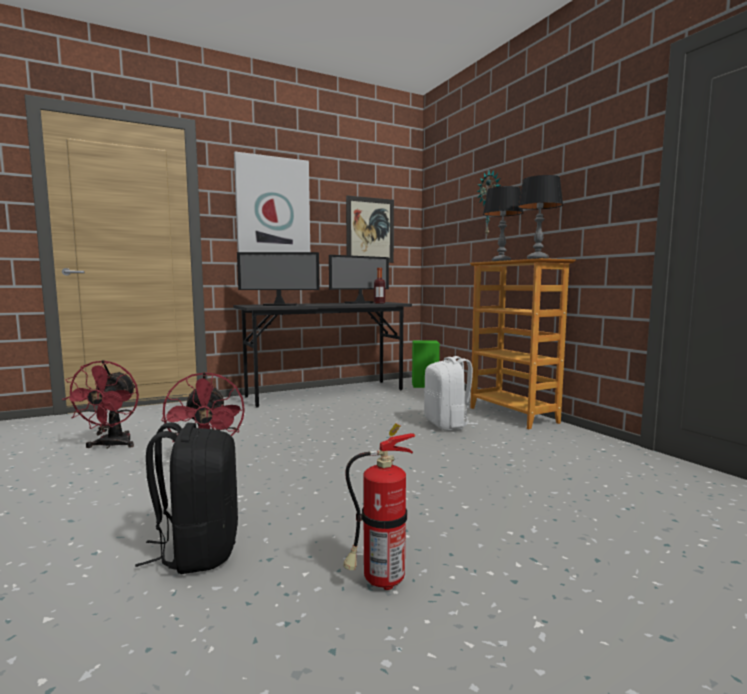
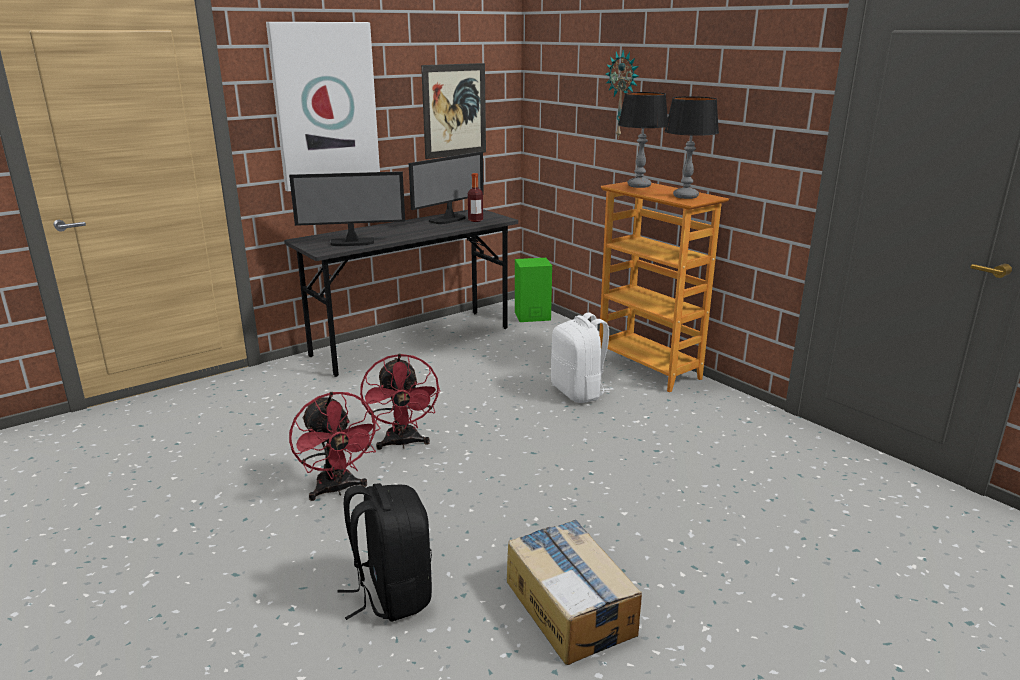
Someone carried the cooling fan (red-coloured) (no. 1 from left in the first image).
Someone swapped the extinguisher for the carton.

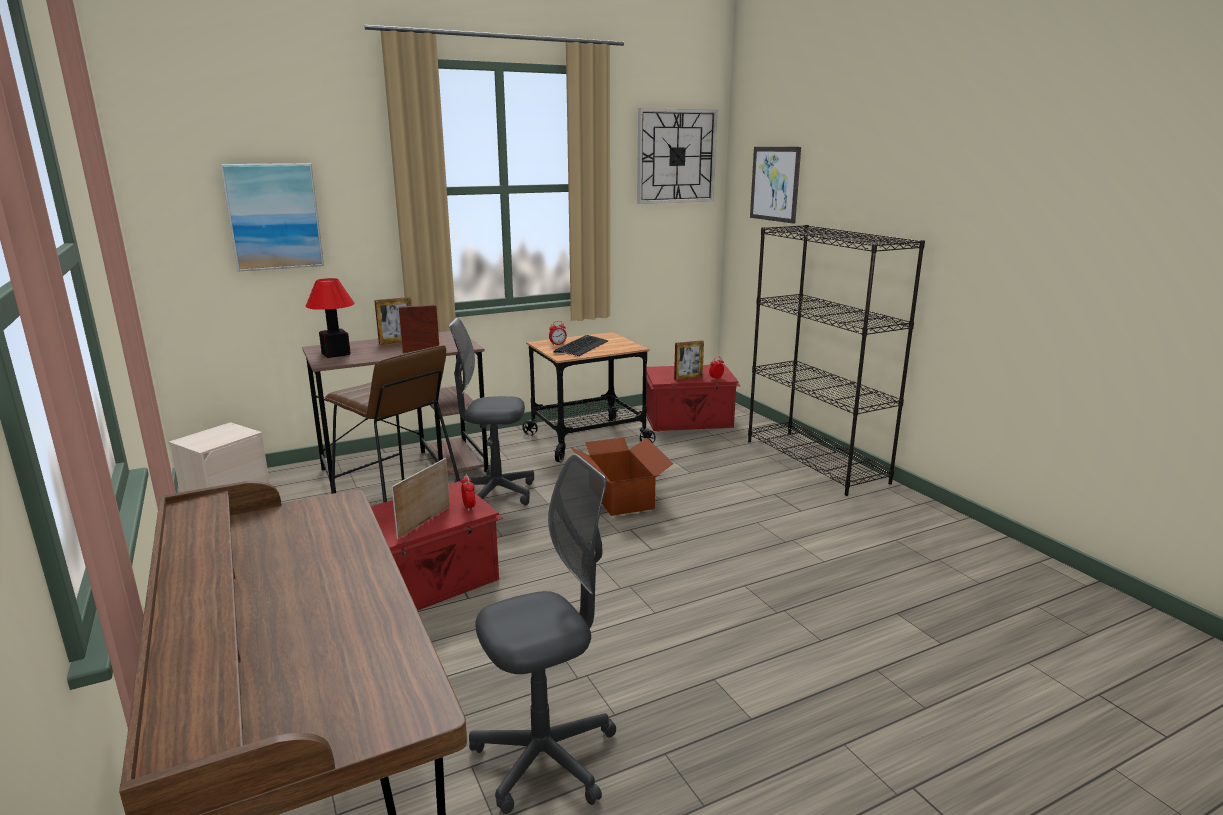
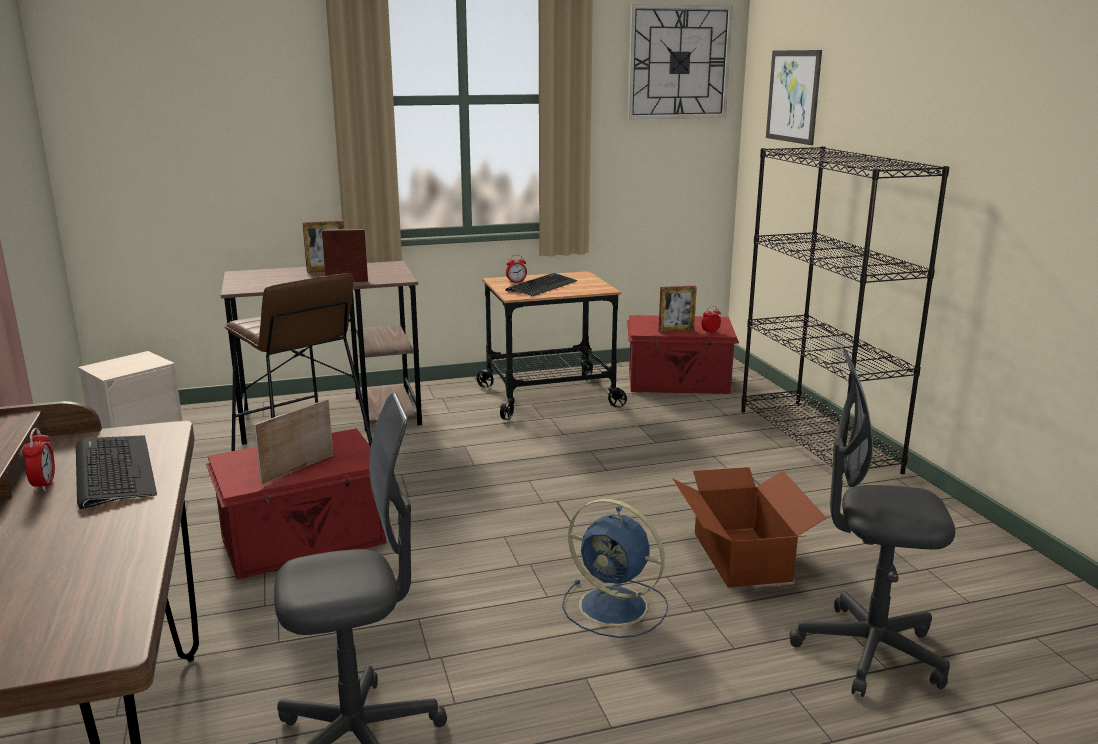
Someone took away the wall art (no. 1 from left).
Someone took away the table lamp.
Someone put down the computer keyboard (no. 1 from left).
Someone put down the cooling fan (bluish).
Someone carried the office chair (grey) (no. 1 from left in the first image).
Someone carried the table clock (no. 1 from left).
Someone carried the carton.

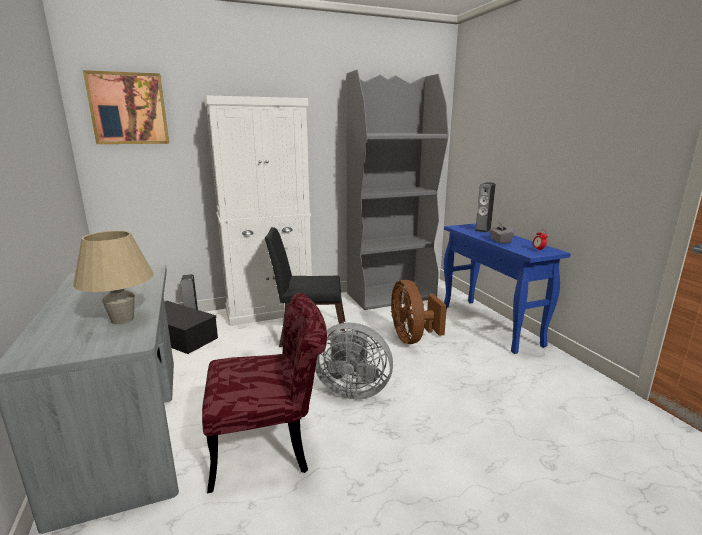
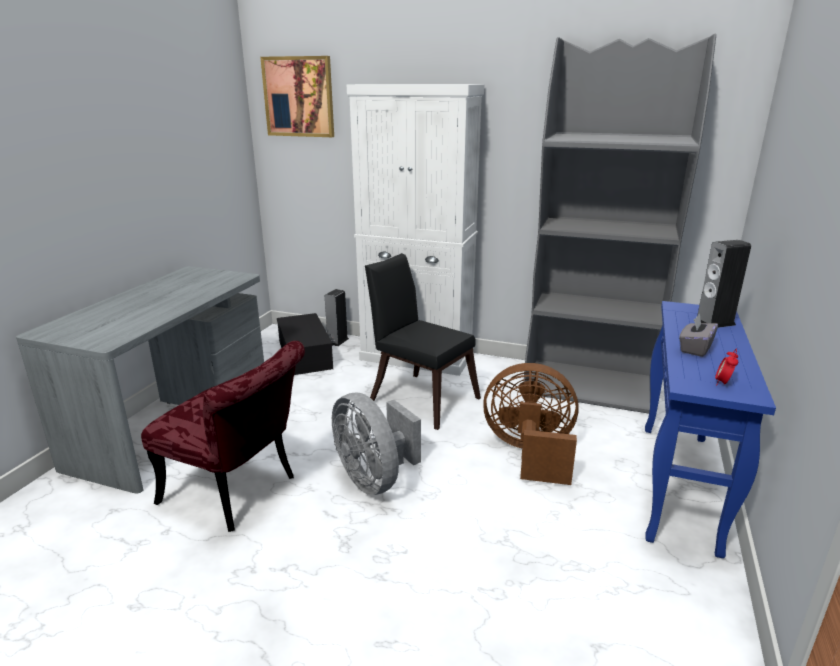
Someone took away the table lamp (beige).
Someone rotated the cooling fan (brown) by 75 degrees clockwise.

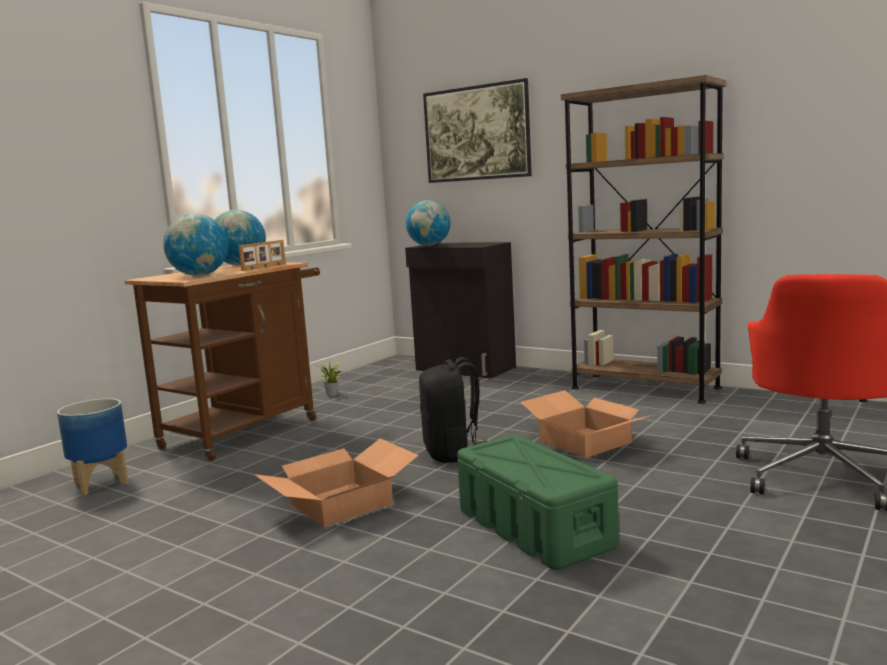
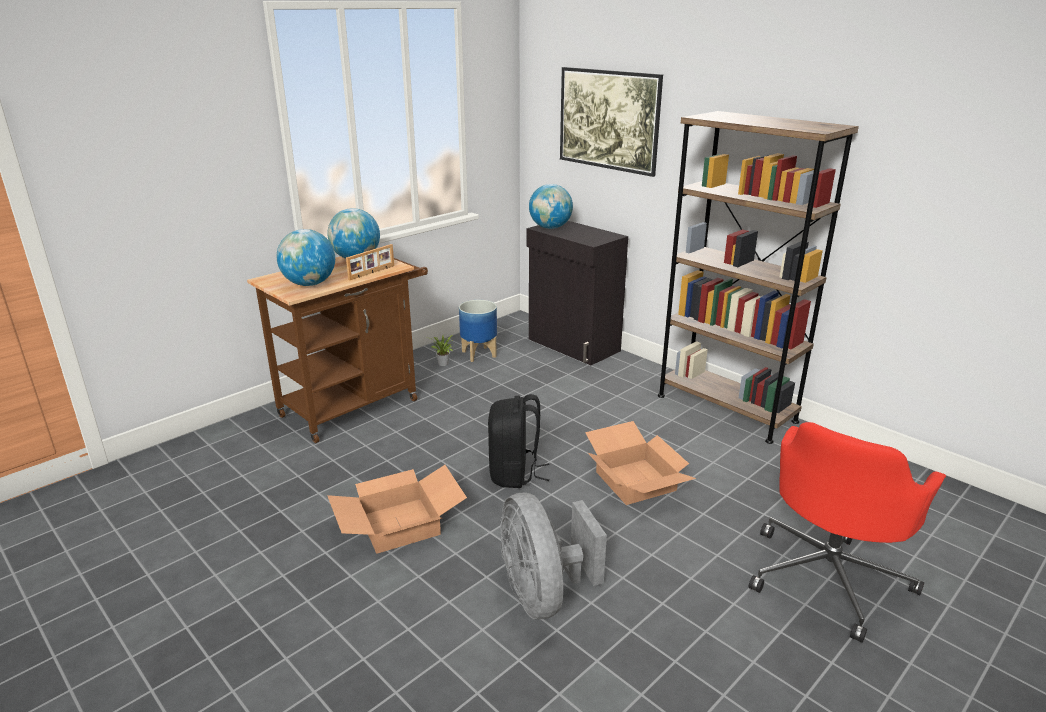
Someone carried the planter.
Someone swapped the storage container (green-coloured) for the cooling fan (grey).

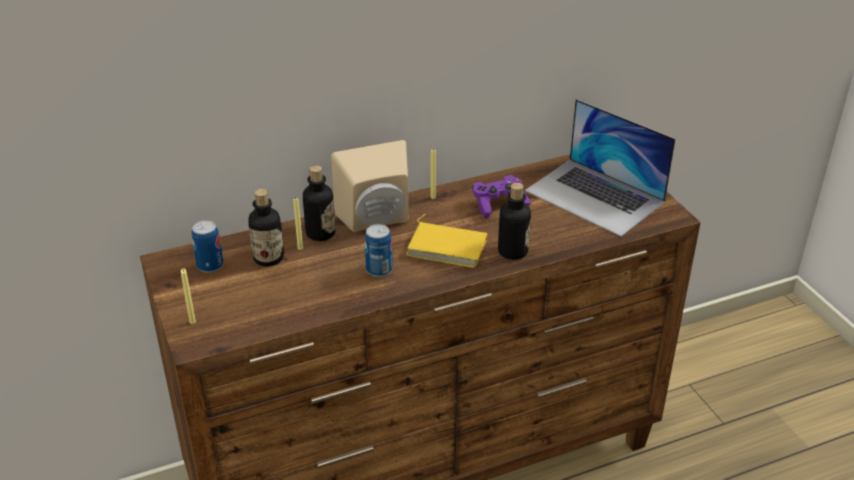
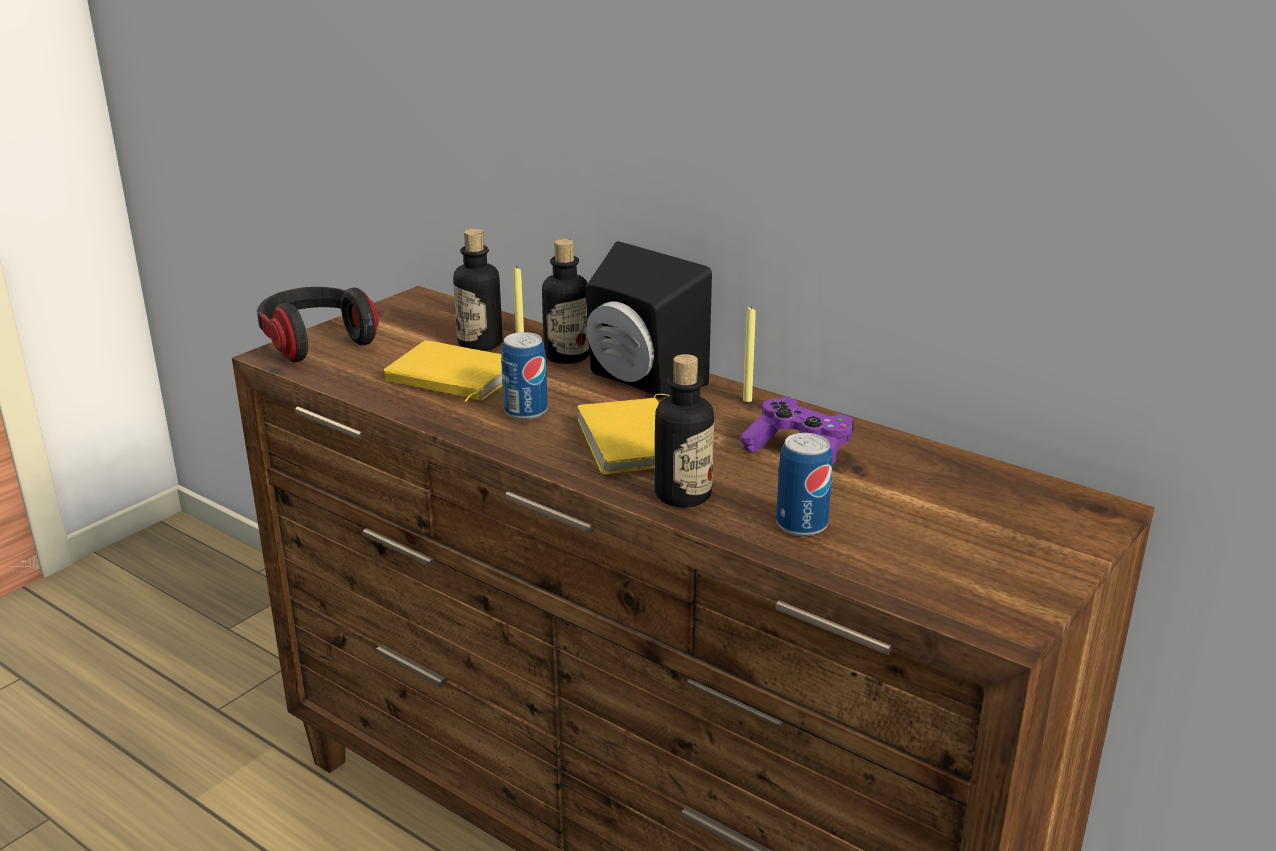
Someone took away the notebook computer.
Someone put down the book (yellow-coloured) (no. 1 from left).
Someone carried the metal can (no. 1 from left in the first image).
Someone swapped the wax candle (yellow-coloured) (no. 1 from left) for the pair of headphones.
Someone repainted the audio speaker (beige), which became the audio speaker (blackish).

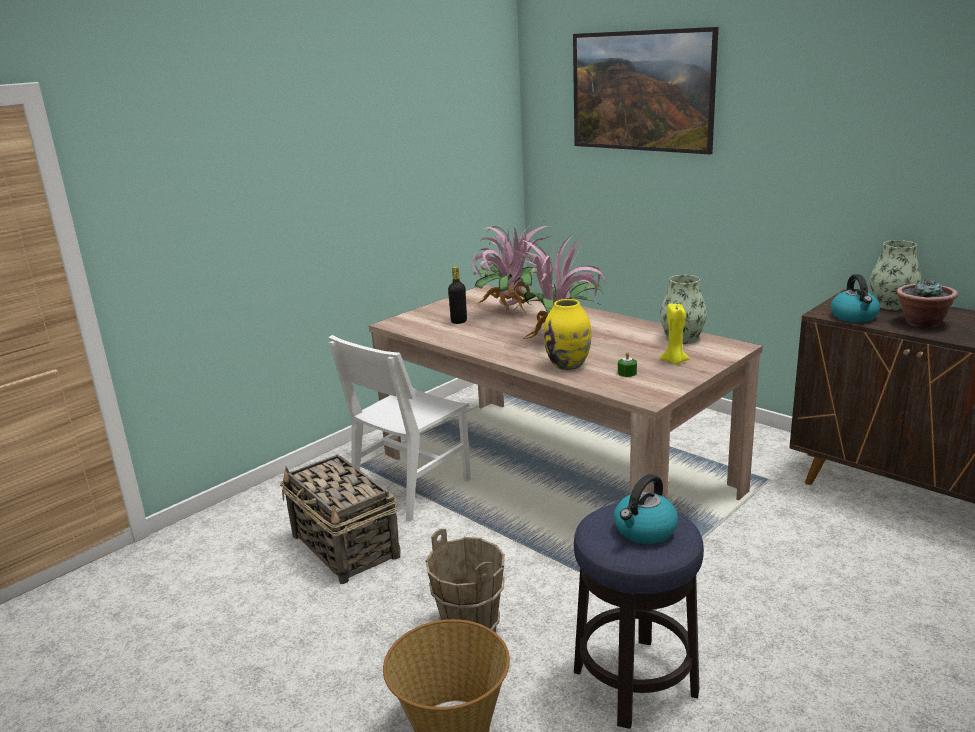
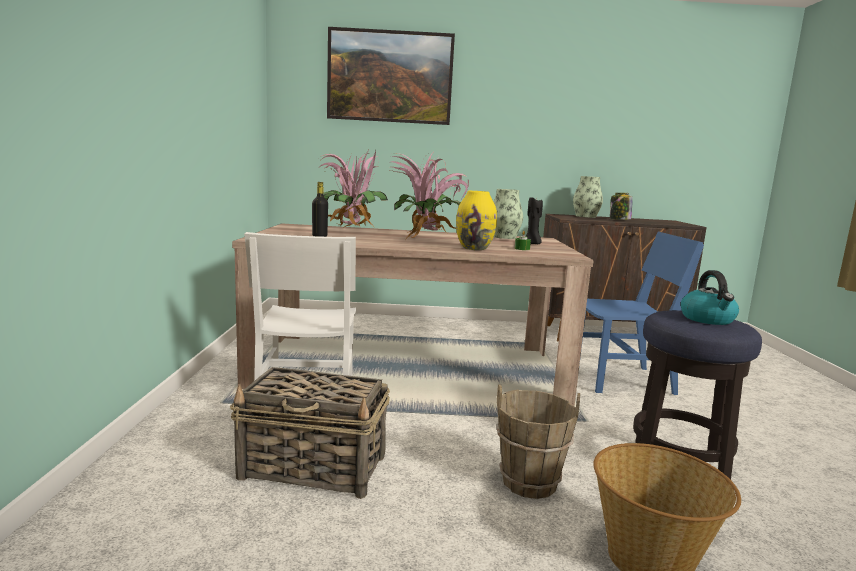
Someone took away the water kettle (no. 2 from left).
Someone put down the chair (bluish).
Someone swapped the plant in a pot (no. 3 from left) for the jar.
Someone repainted the wax candle (yellow-coloured), which became the wax candle (blackish).

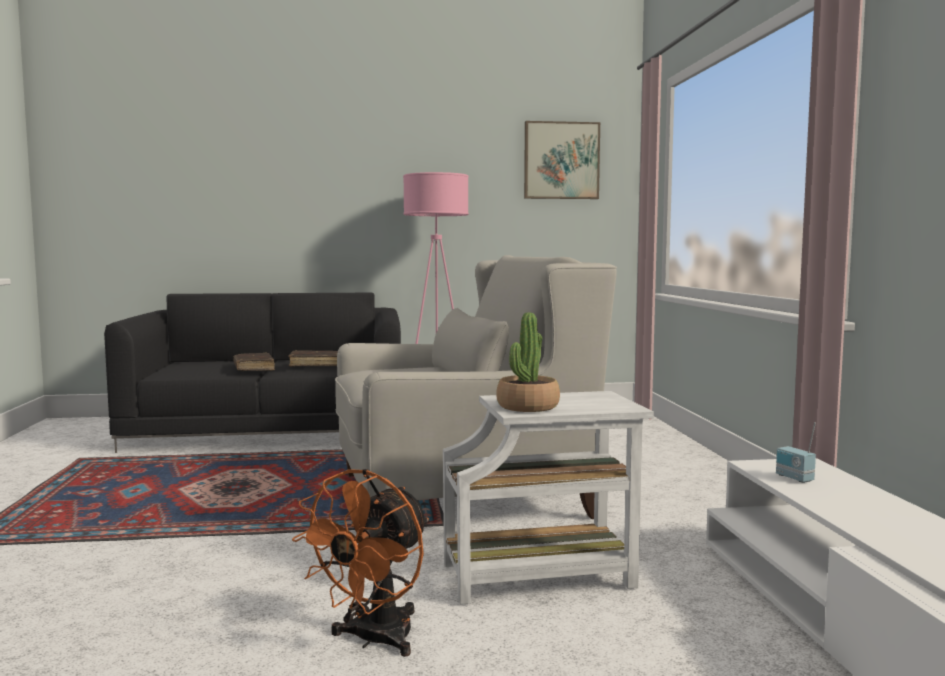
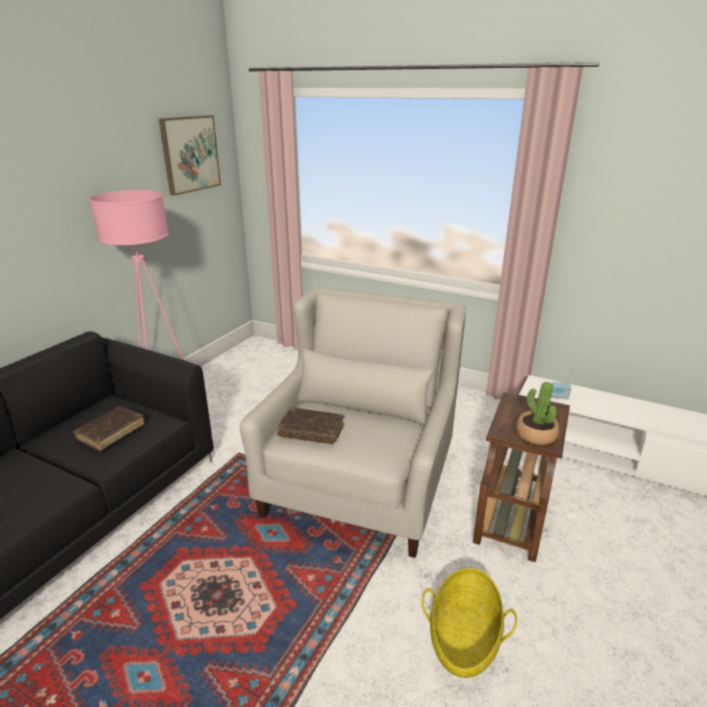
Someone took away the cooling fan (orange-coloured).
Someone put down the basket.
Someone carried the book (brown) (no. 1 from left in the first image).
Someone repainted the end table (white), which became the end table (brown).

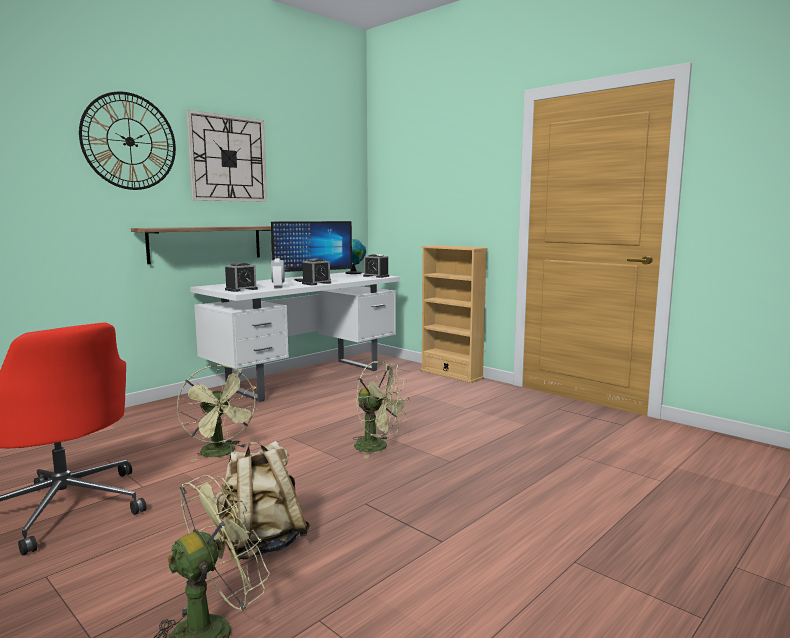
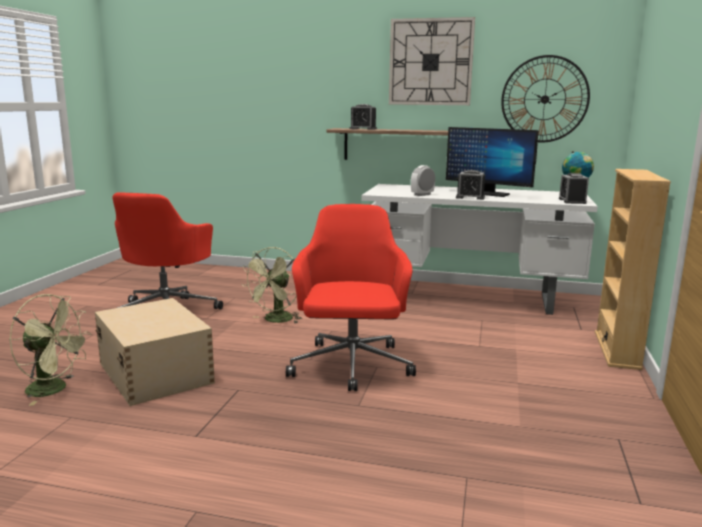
Someone carried the clock on the wall (no. 1 from left in the first image).
Someone carried the table clock (no. 1 from left).
Someone swapped the rucksack (beige) for the storage container (beige).
Someone swapped the cooling fan (green-coloured) (no. 3 from left) for the office chair (red-coloured) (no. 2 from left).

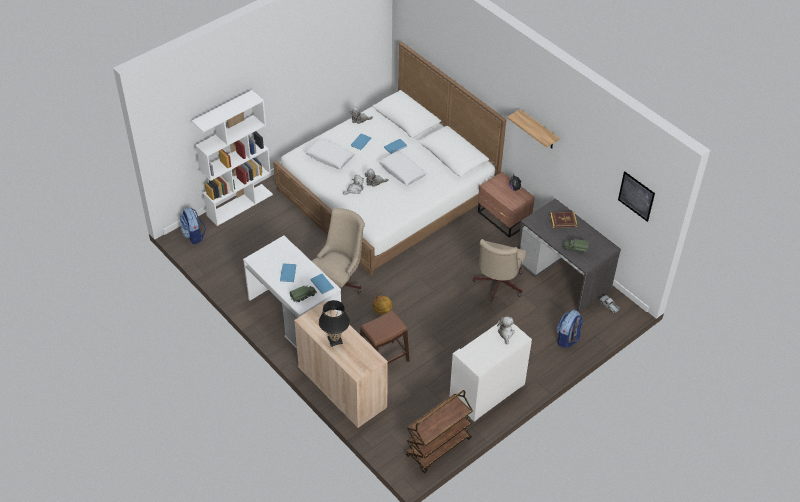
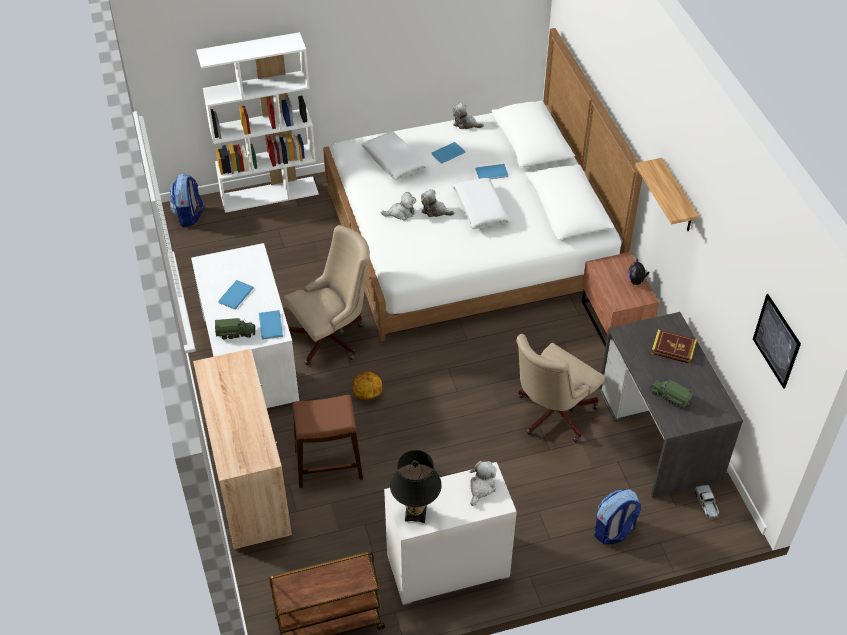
Someone carried the table lamp (blackish).

